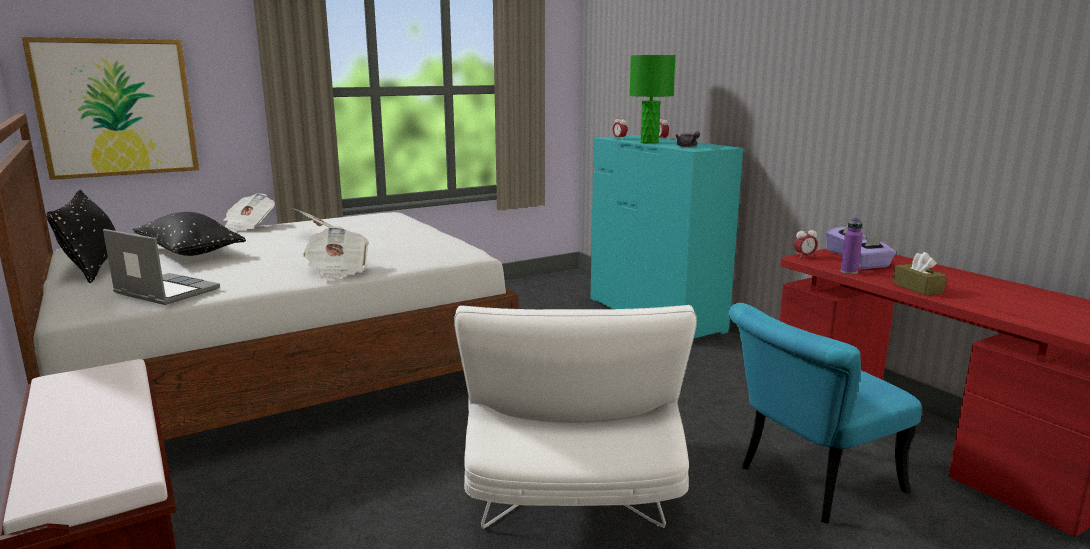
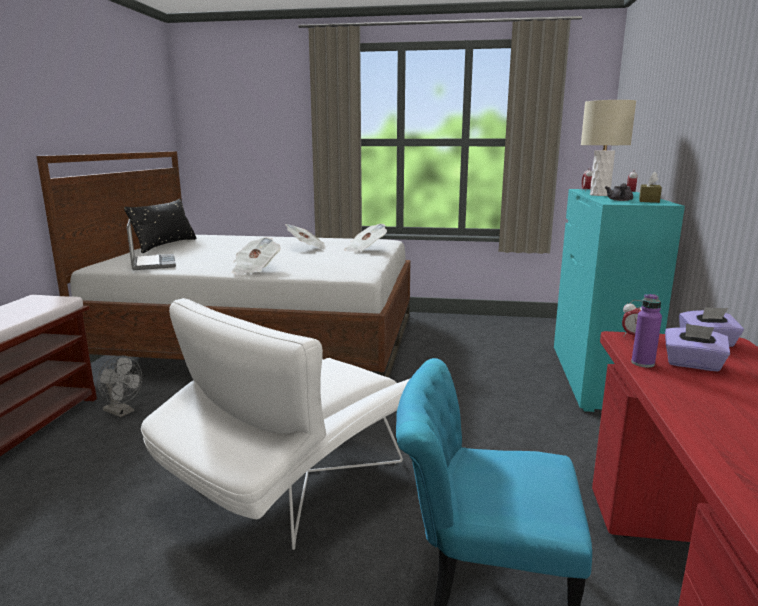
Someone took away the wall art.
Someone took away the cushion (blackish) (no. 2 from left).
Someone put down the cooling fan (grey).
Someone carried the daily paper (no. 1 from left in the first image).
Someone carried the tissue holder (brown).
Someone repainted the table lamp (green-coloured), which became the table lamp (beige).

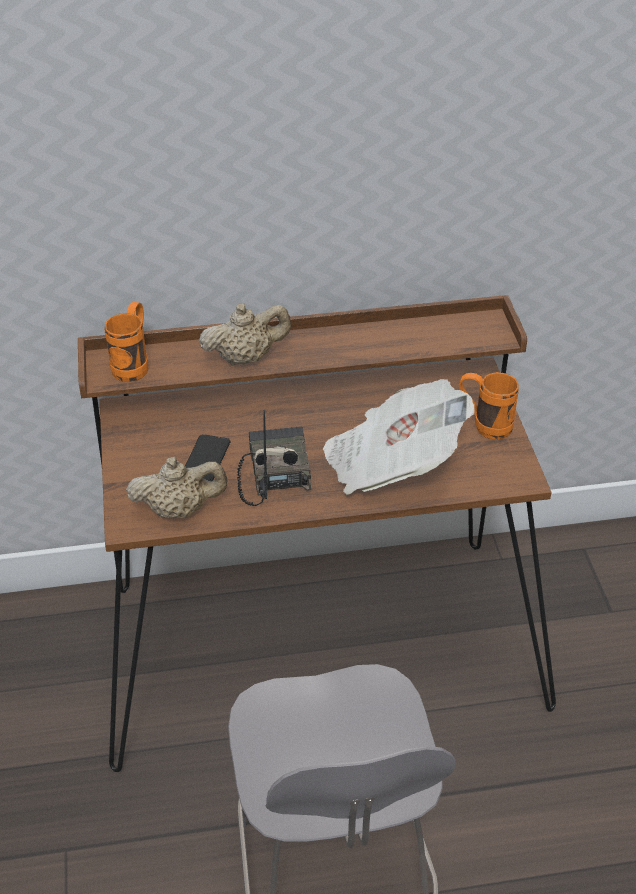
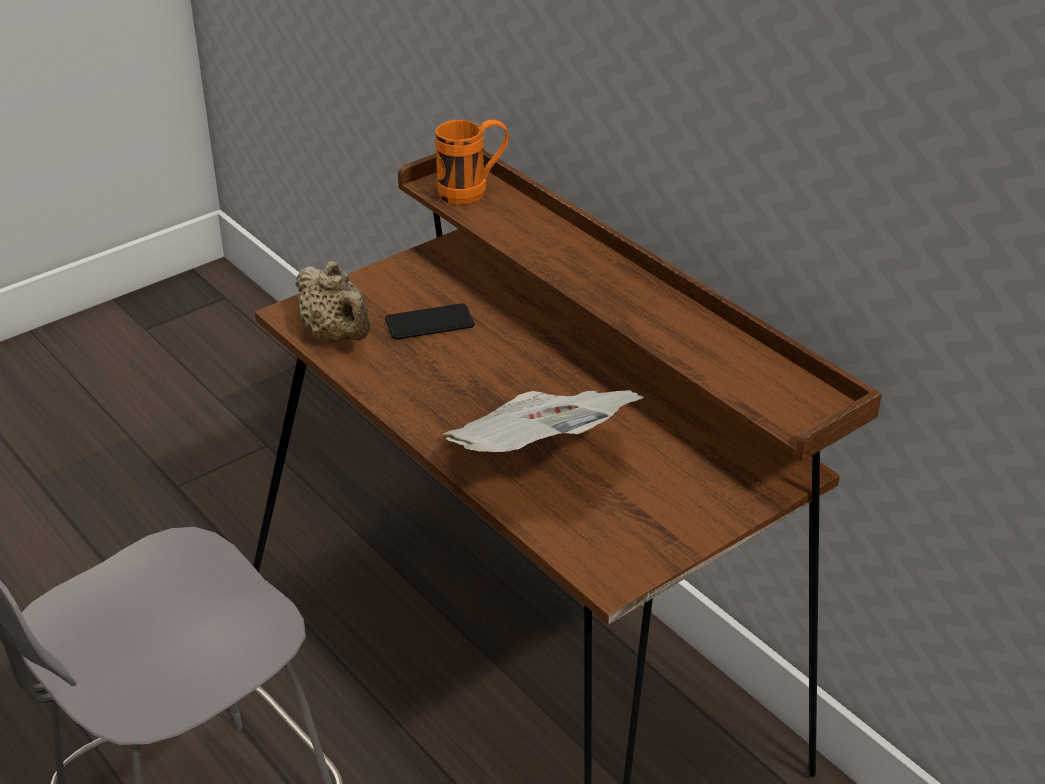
Someone took away the pot for tea (beige) (no. 2 from left).
Someone took away the radio set.
Someone took away the tea mug (orange-coloured) (no. 2 from left).

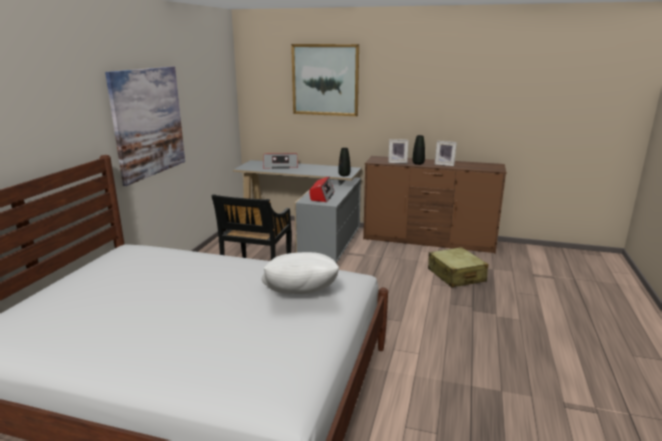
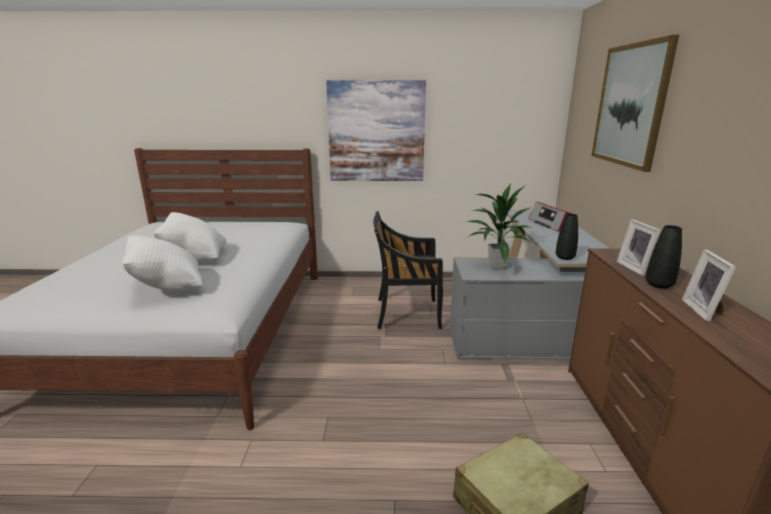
Someone put down the cushion (white) (no. 2 from left).
Someone swapped the radio set (no. 2 from left) for the plant in a pot.

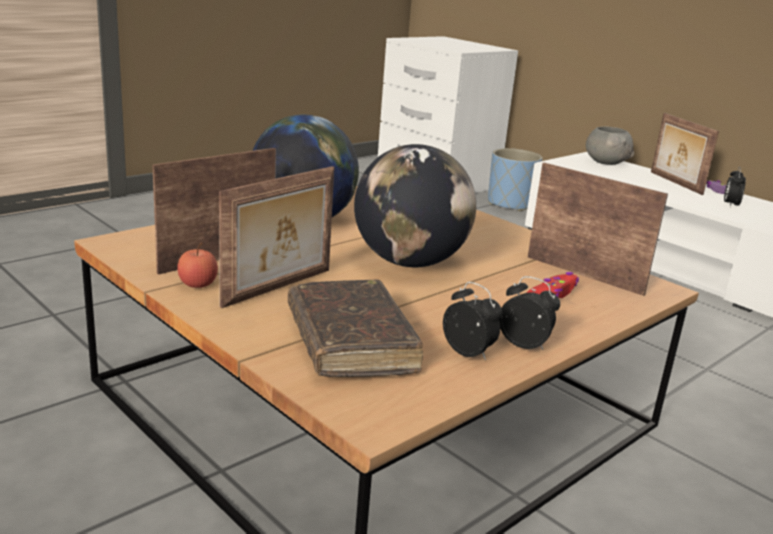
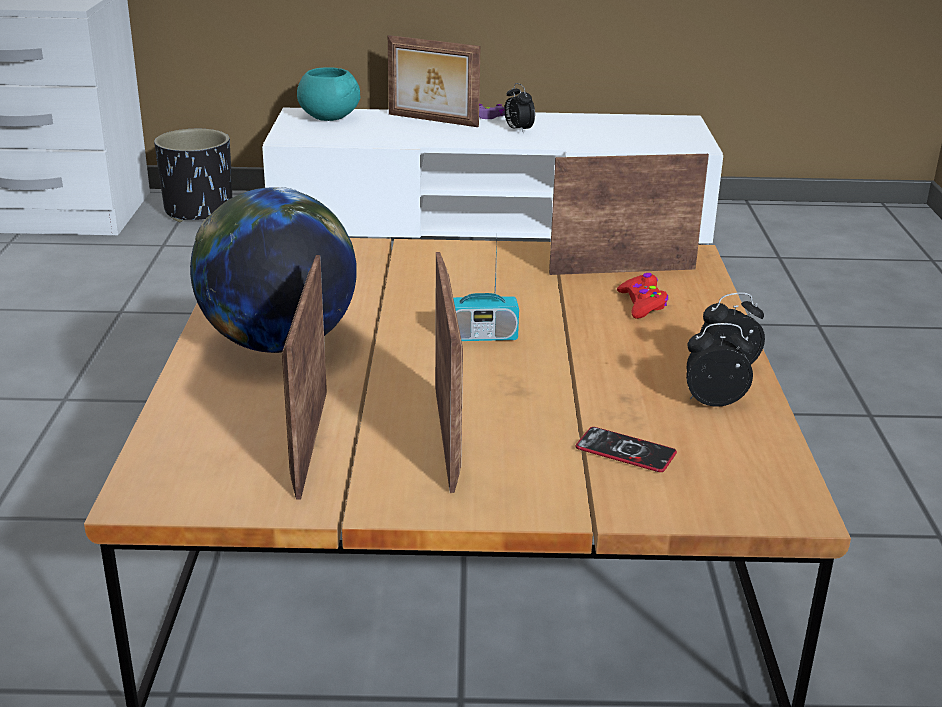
Someone took away the apple fruit.
Someone swapped the book (brown) for the handset.
Someone swapped the world globe (no. 2 from left) for the radio set.
Someone repainted the planter (bluish), which became the planter (blackish).
Someone repainted the bowl (grey), which became the bowl (turquoise-coloured).

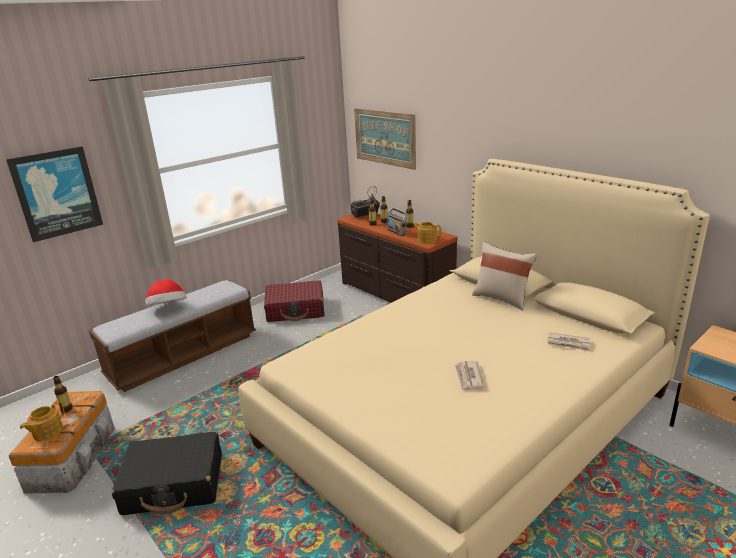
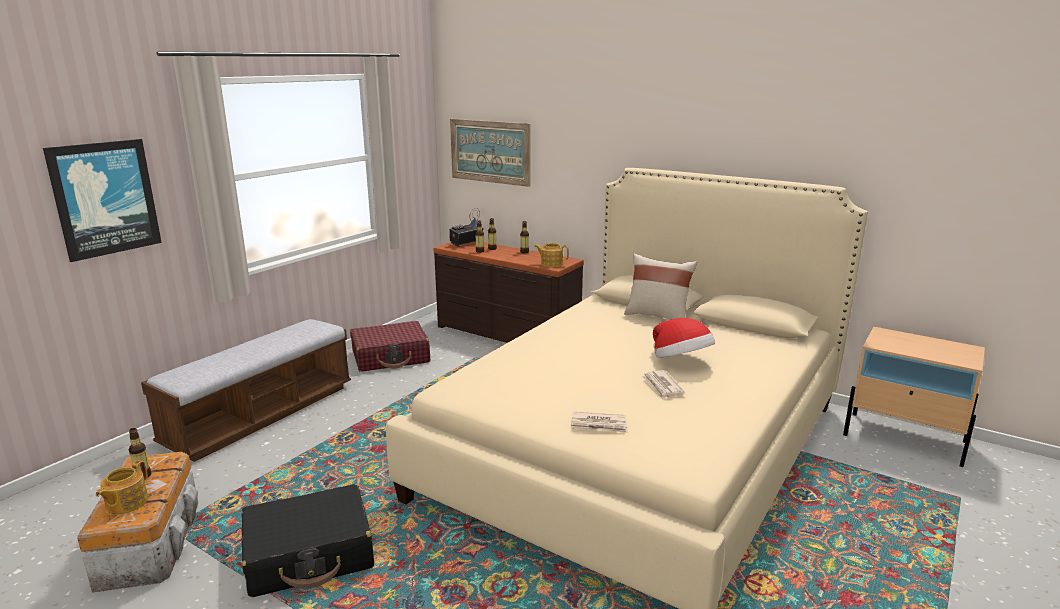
Someone took away the radio set (no. 2 from left).
Someone carried the wearable hat.
Someone carried the daily paper (no. 2 from left in the first image).

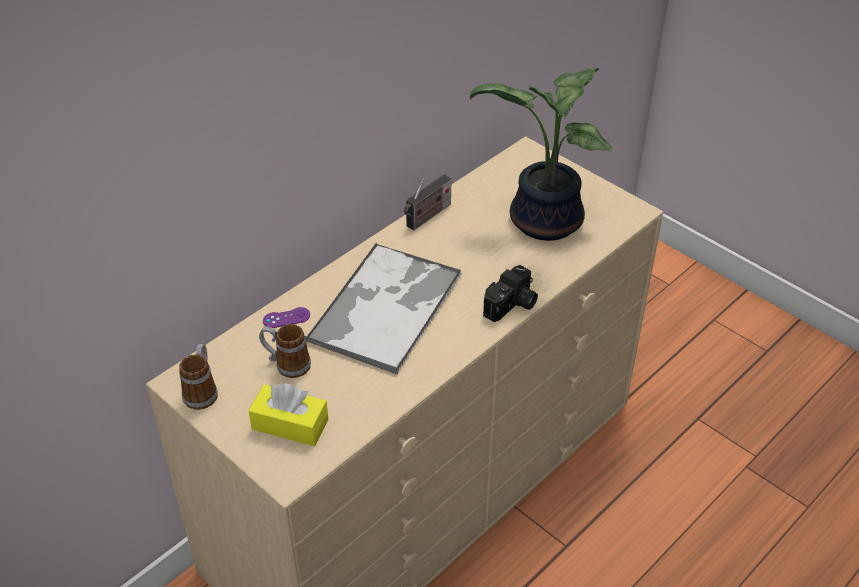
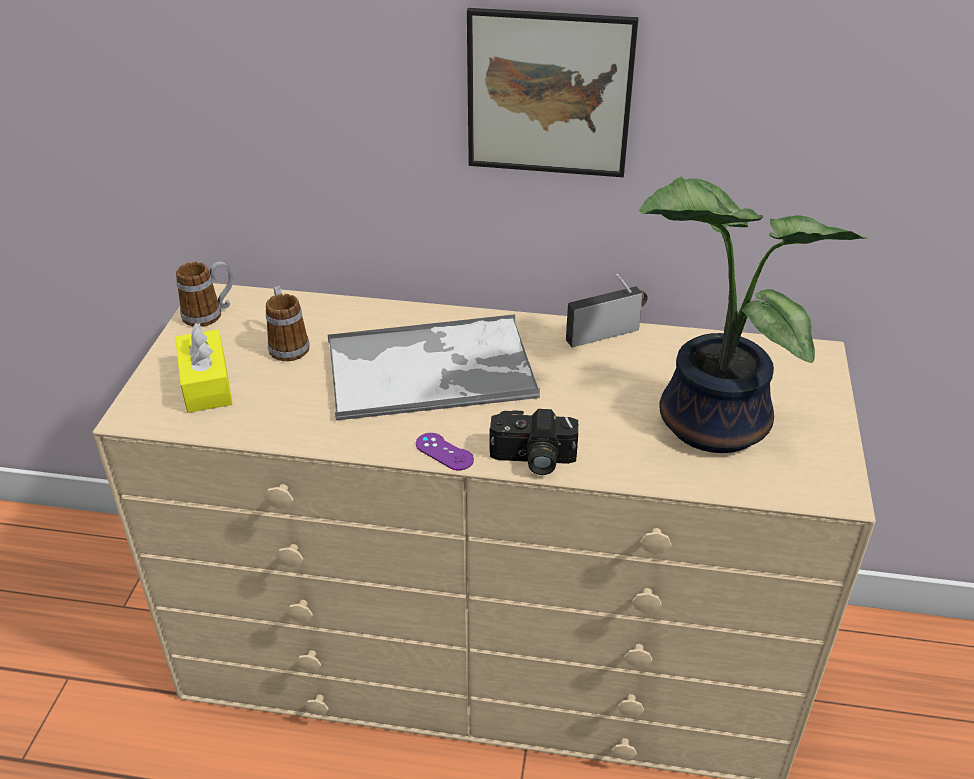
Someone put up the wall art.
Someone carried the gamepad (purple).
Someone rotated the radio set by 150 degrees clockwise.

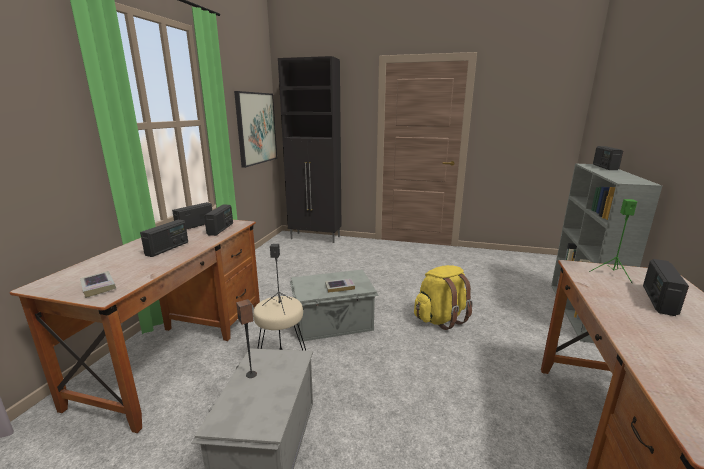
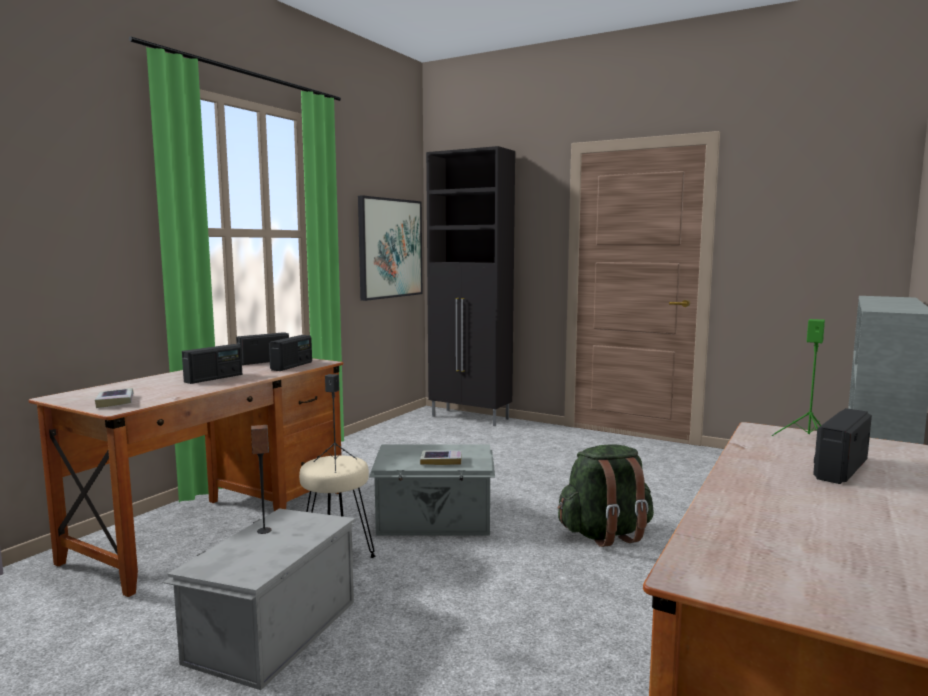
Someone took away the radio set (no. 4 from left).
Someone repainted the rucksack (yellow-coloured), which became the rucksack (green-coloured).

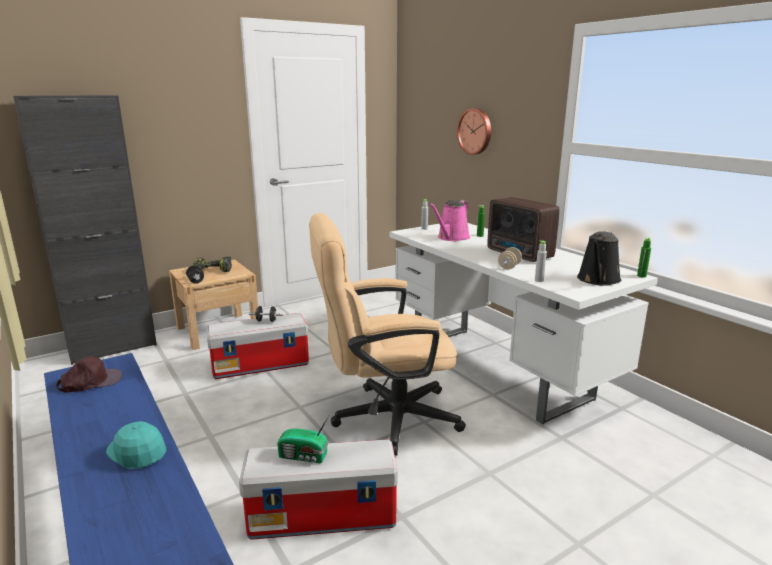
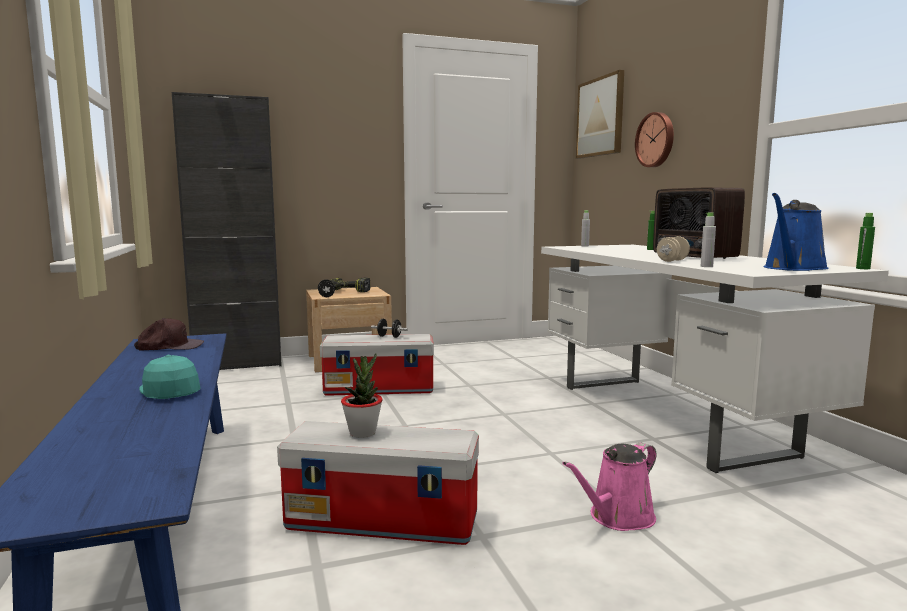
Someone took away the office chair (beige).
Someone put up the wall art.
Someone carried the watering pot (pinkish).
Someone swapped the radio set (no. 1 from left) for the plant in a pot.
Someone repainted the watering pot (blackish), which became the watering pot (bluish).

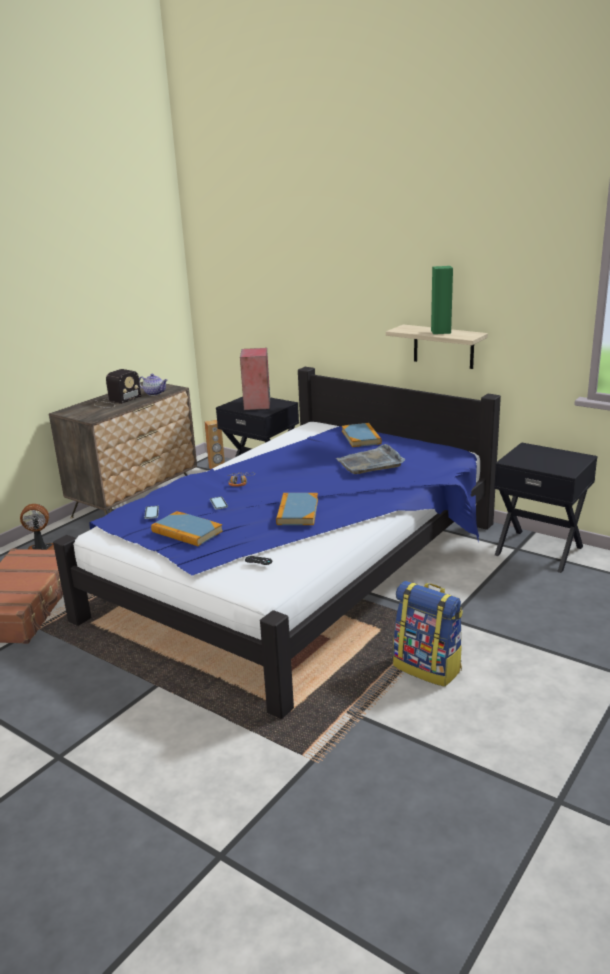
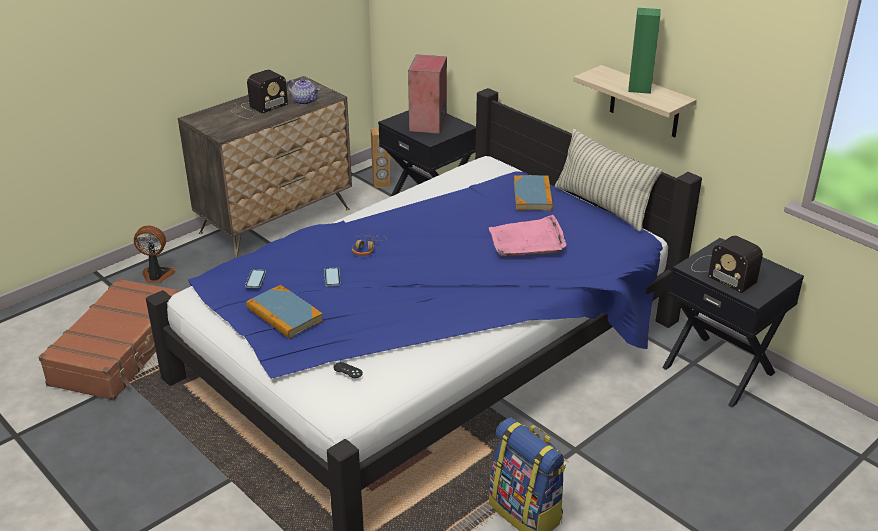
Someone took away the book (no. 2 from left).
Someone put down the cushion.
Someone put down the radio set (no. 2 from left).
Someone repainted the serving tray (grey), which became the serving tray (pinkish).

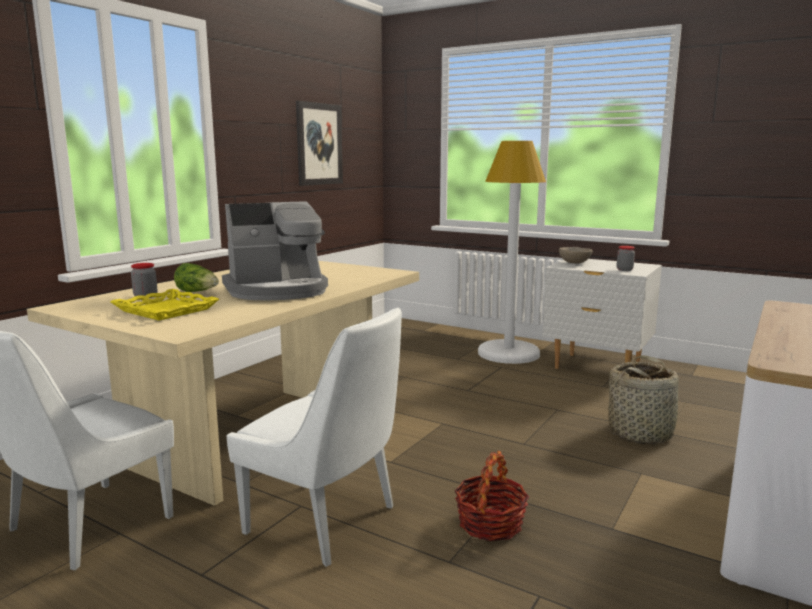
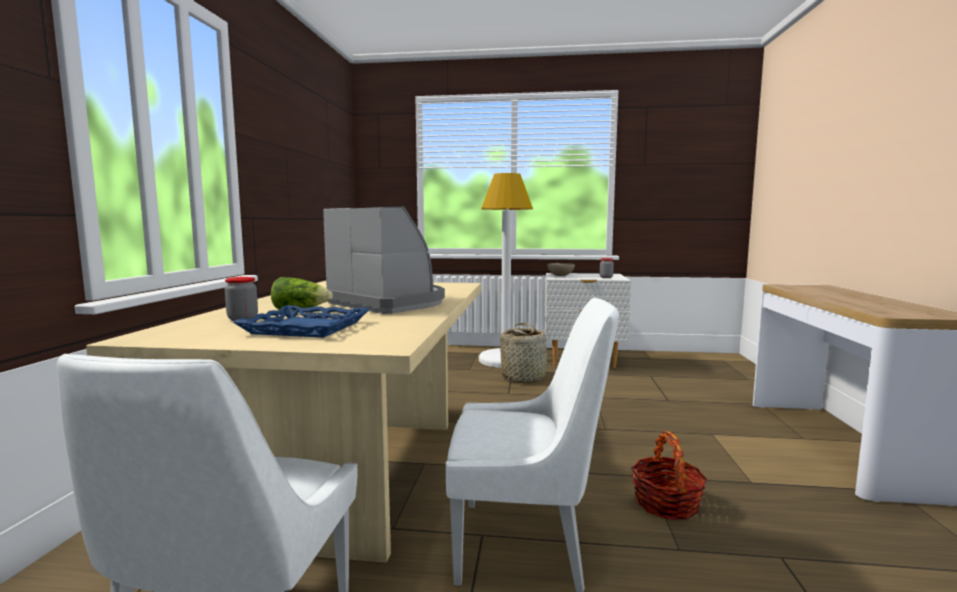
Someone took away the wall art.
Someone carried the basket (no. 2 from left in the first image).
Someone repainted the serving tray (yellow-coloured), which became the serving tray (bluish).
Someone rotated the coffee maker by 90 degrees counterclockwise.

